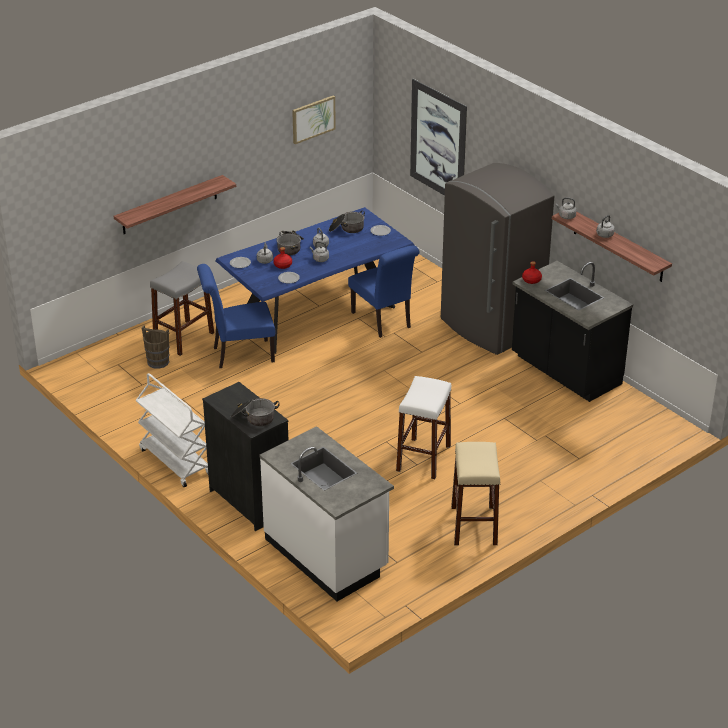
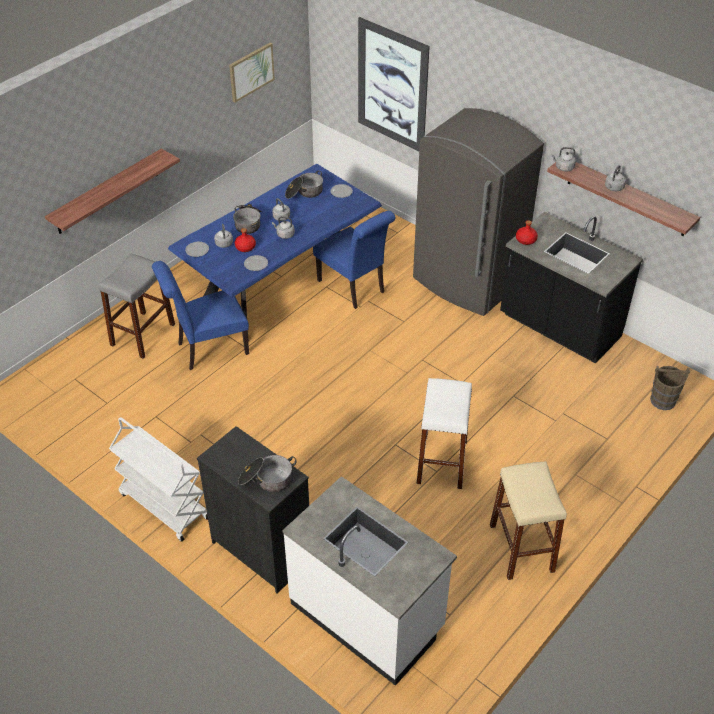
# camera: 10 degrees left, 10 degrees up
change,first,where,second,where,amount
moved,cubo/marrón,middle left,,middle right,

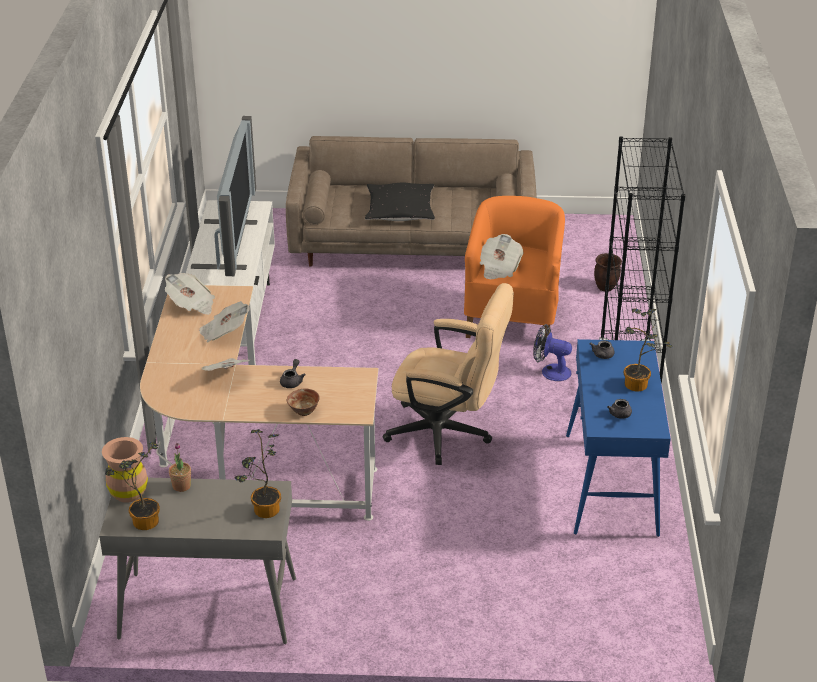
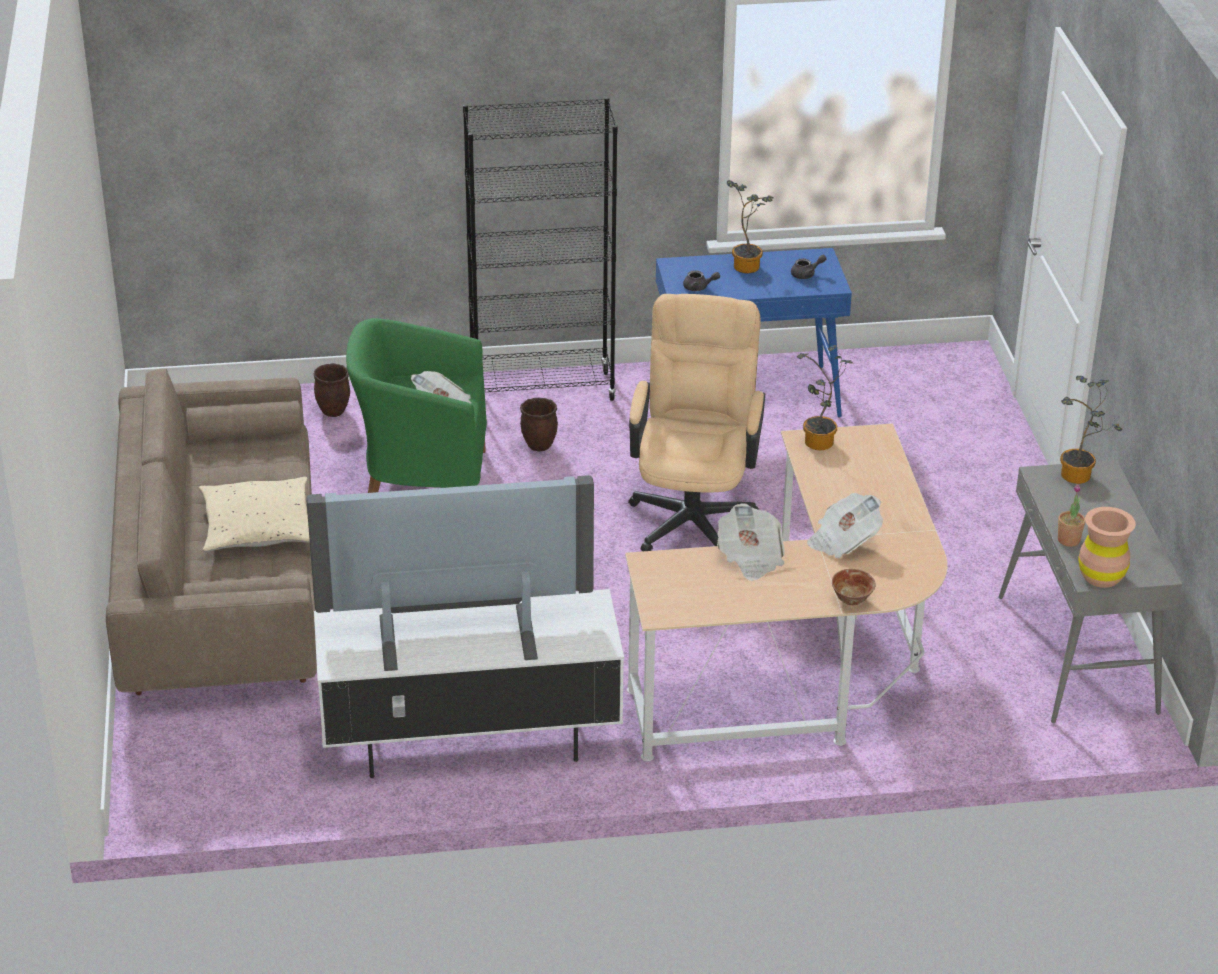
# camera: 100 degrees left, 0 degrees up
change,first,where,second,where,amount
recoloured,cojín/negro,top centre,cojín/beis,middle left,
recoloured,sillón/naranja,centre,sillón/verde,centre,
removed,periódico (1st from left),middle left,,,
replaced,ventilador,middle right,maceta/marrón (2nd from left),centre,
removed,tetera/gris (1st from left),centre,,,
moved,cuenco,centre,,middle right,
moved,planta en maceta (1st from left in the first image),bottom left,planta en maceta (2nd from left),middle right,

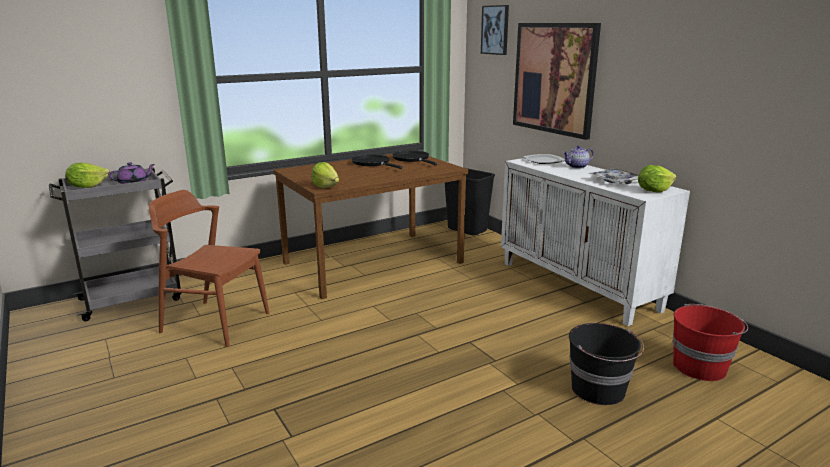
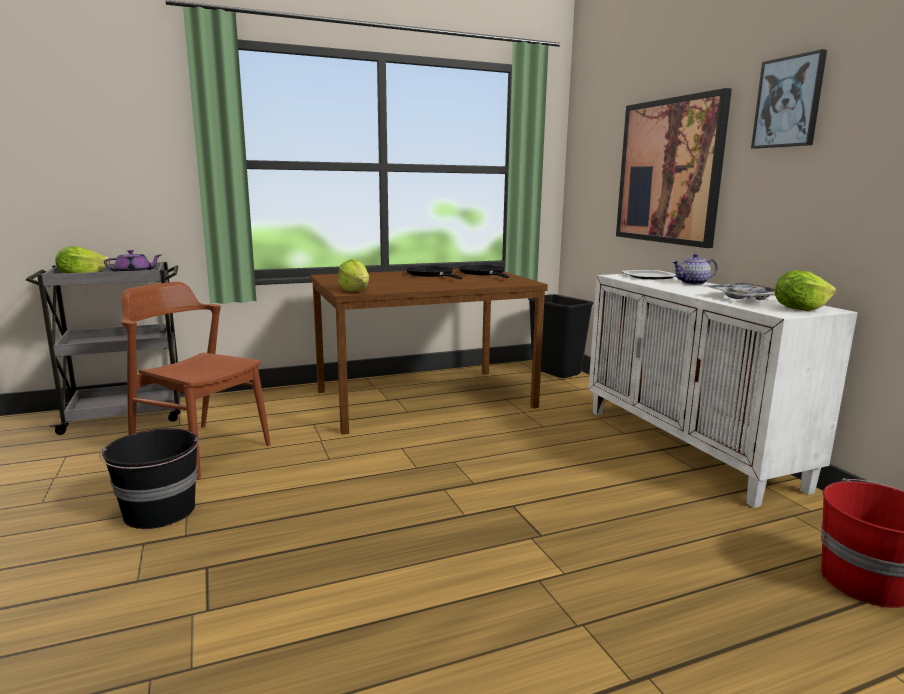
# camera: 10 degrees right, 5 degrees down
change,first,where,second,where,amount
moved,cuadro (1st from left in the first image),top centre,cuadro (2nd from left),top right,
moved,cubo/negro,bottom right,,bottom left,

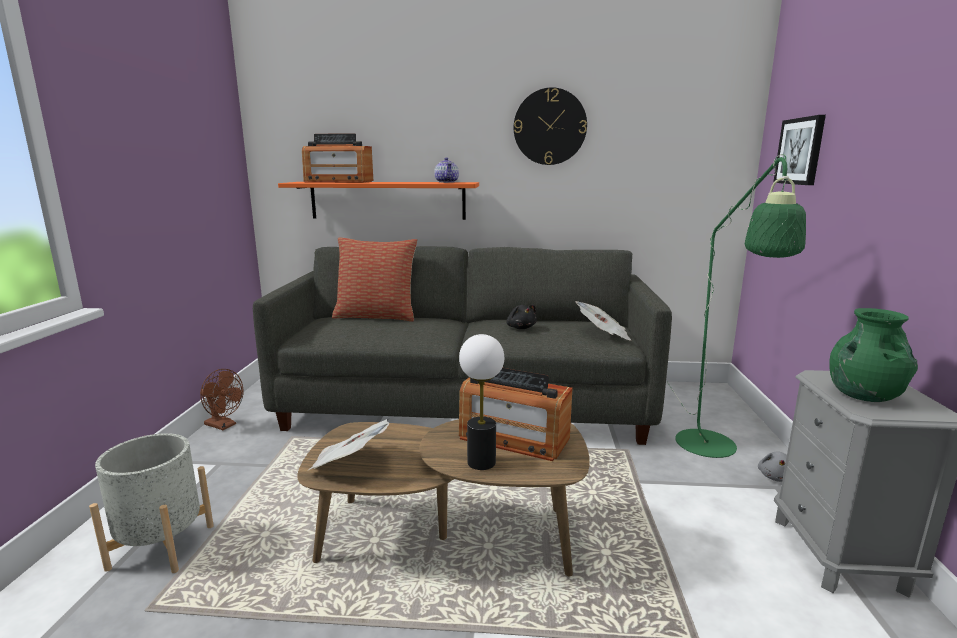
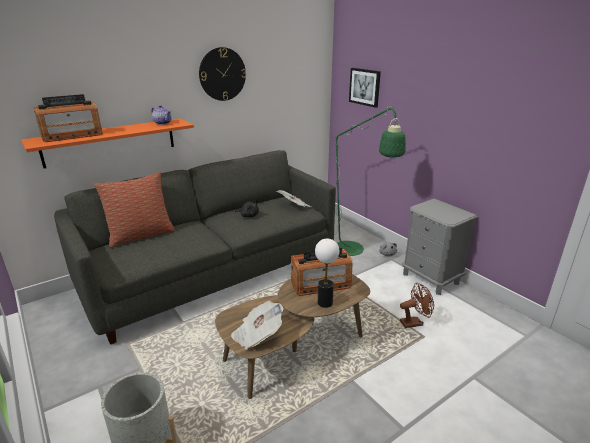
# camera: 40 degrees left, 10 degrees up
change,first,where,second,where,amount
removed,florero/verde,middle right,,,
moved,ventilador/marrón,middle left,,bottom right,

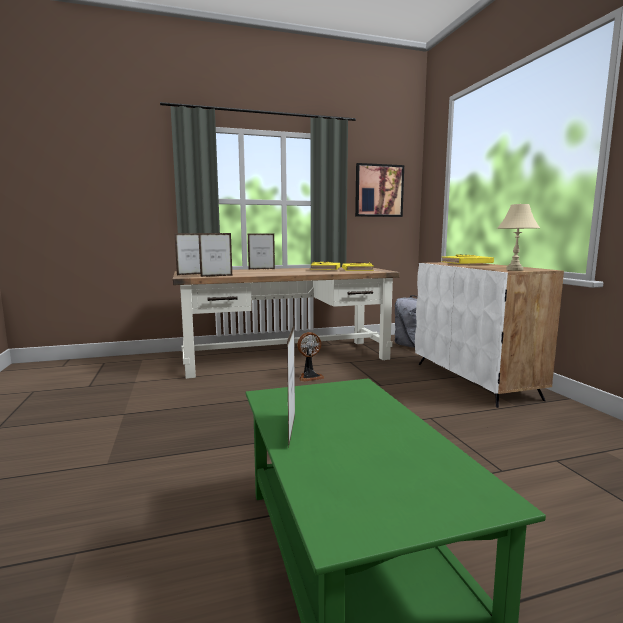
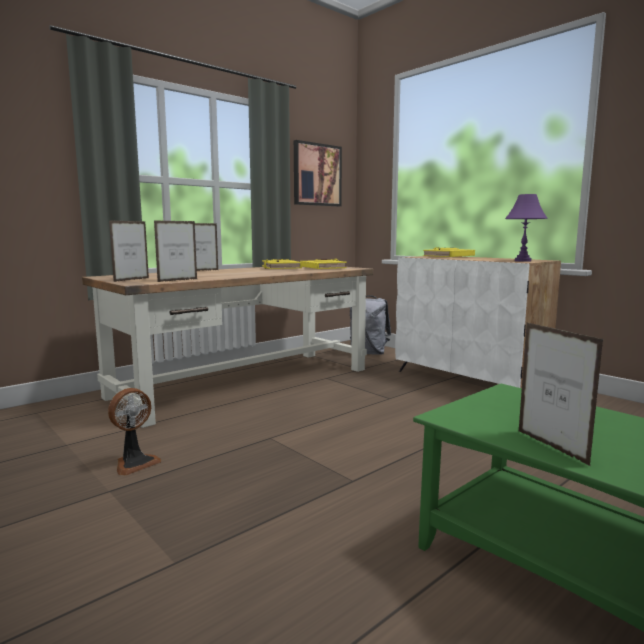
# camera: 25 degrees left, 0 degrees up
change,first,where,second,where,amount
recoloured,lámpara de mesa/beis,middle right,lámpara de mesa/morado,middle right,
moved,ventilador,centre,,bottom left,

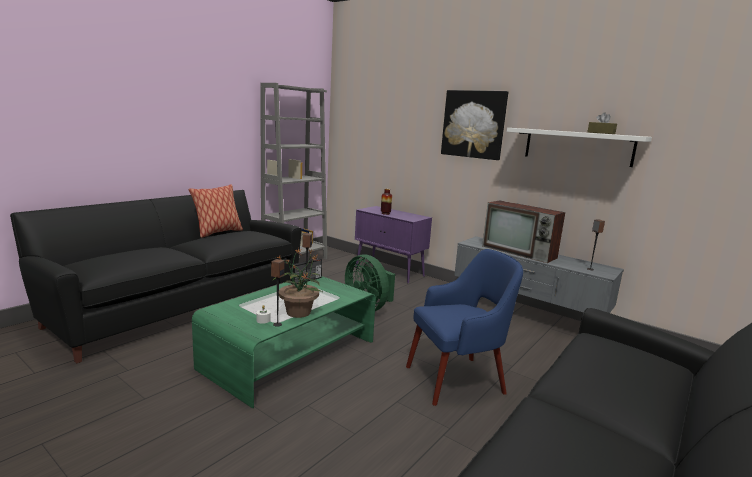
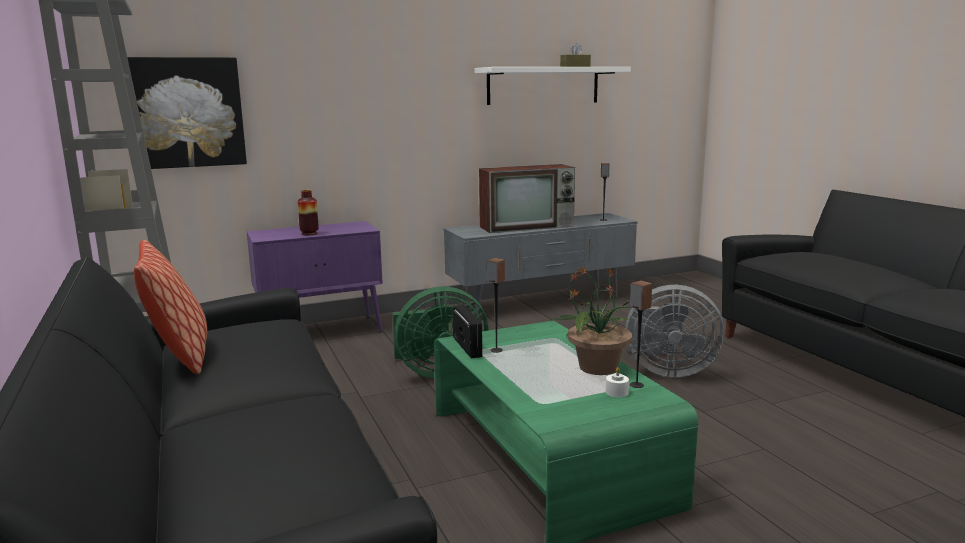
# camera: 60 degrees left, 0 degrees up
change,first,where,second,where,amount
moved,cuadro,top centre,,top left,
replaced,sillón/azul,bottom centre,ventilador/gris,middle right,

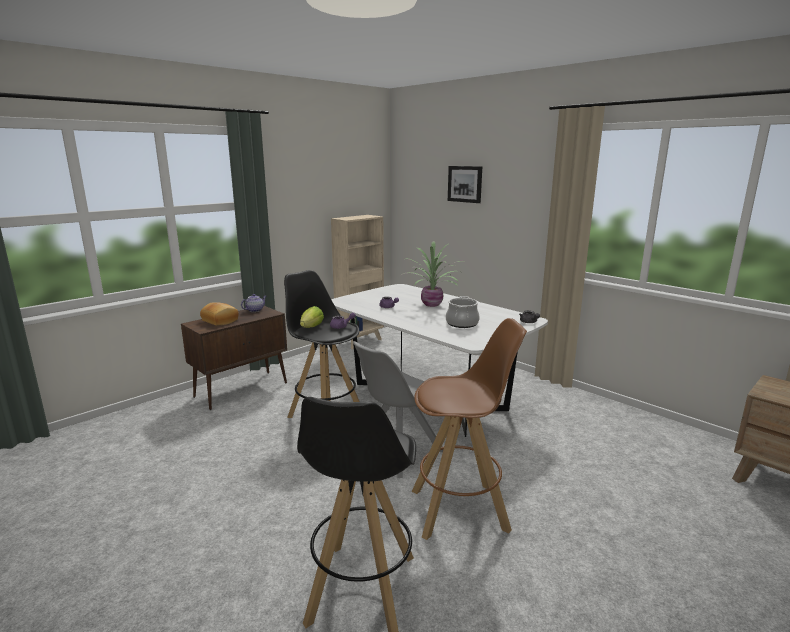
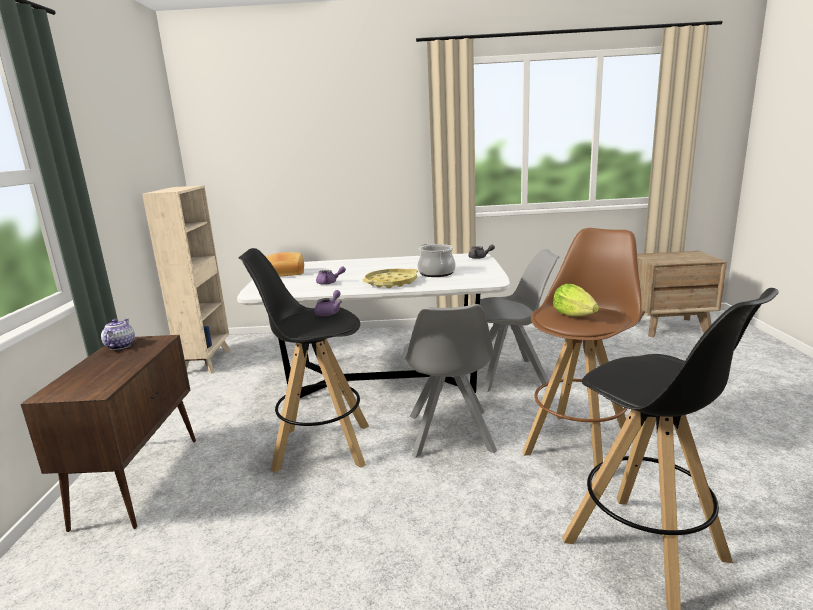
# camera: 45 degrees left, 0 degrees up
change,first,where,second,where,amount
removed,cuadro,top centre,,,
removed,planta en maceta,centre,,,
moved,pan,middle left,,centre,
moved,lechuga,centre,,middle right,
added,,,silla/gris (2nd from left),centre,
added,,,bandeja/amarillo,centre,

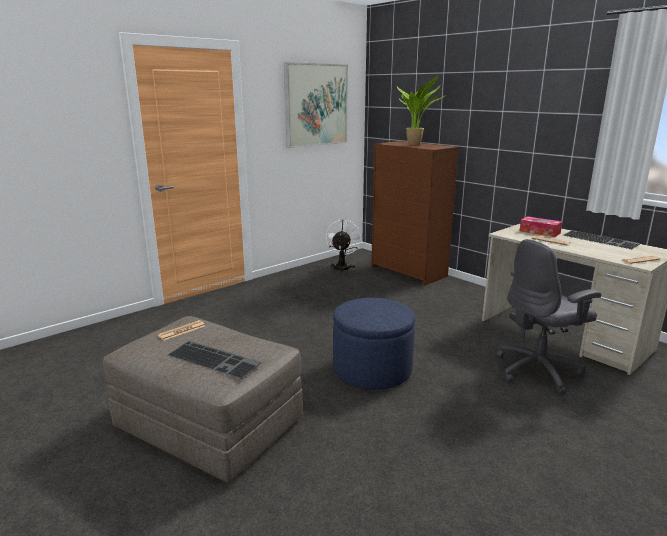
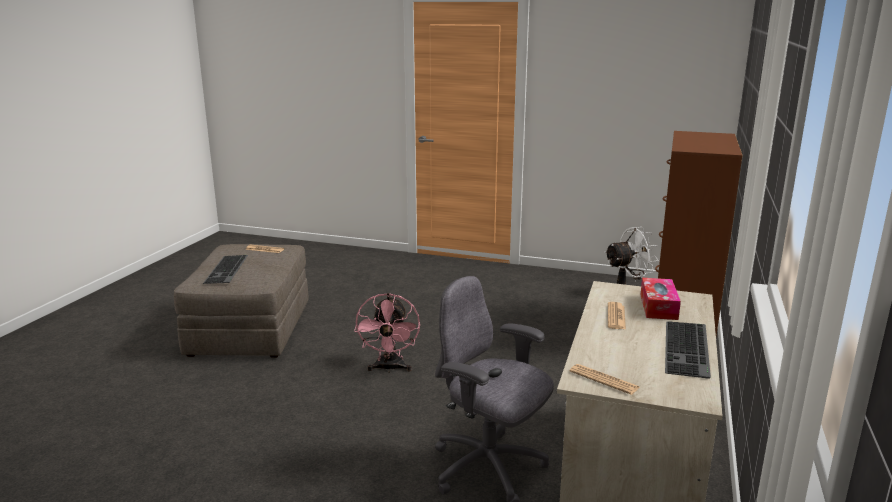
# camera: 60 degrees right, 0 degrees up
change,first,where,second,where,amount
removed,cuadro,top centre,,,
removed,planta en maceta,top centre,,,
replaced,puf/azul,centre,ventilador/rosa,centre,

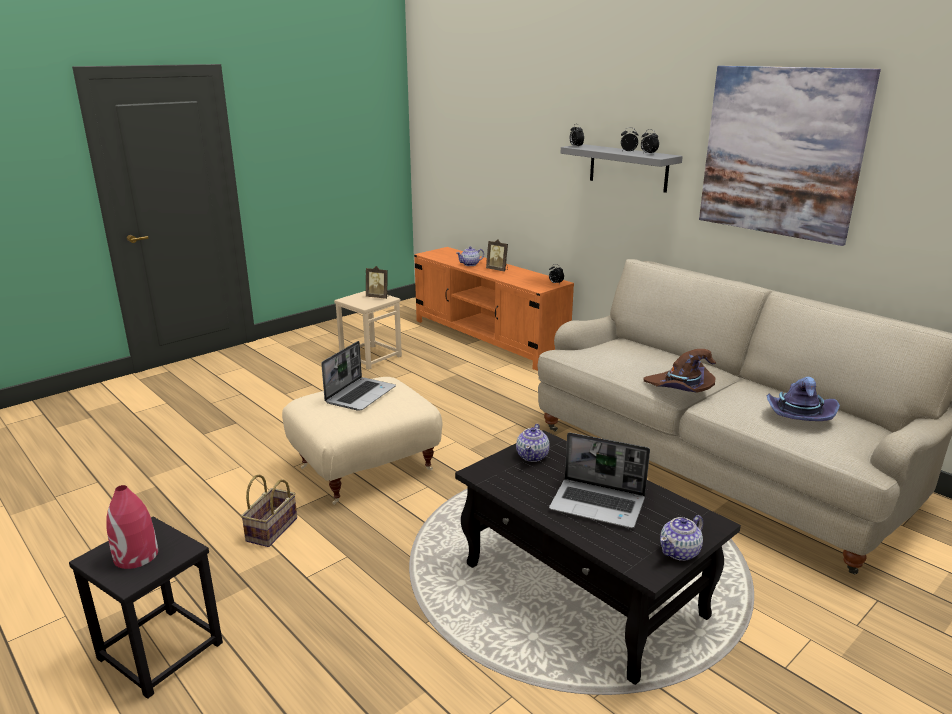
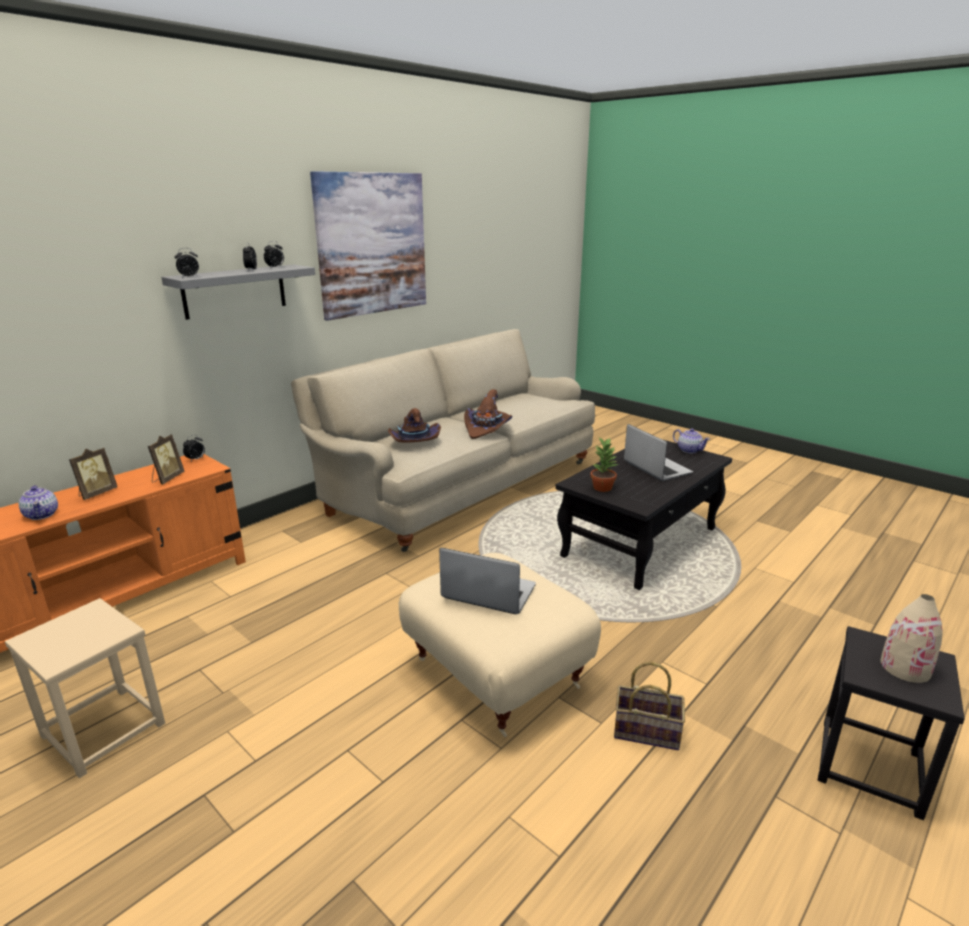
# camera: 95 degrees left, 0 degrees up
change,first,where,second,where,amount
moved,portarretratos (1st from left in the first image),centre,portarretratos (2nd from left),middle left,
removed,sombrero/morado,middle right,,,
replaced,tetera (2nd from left),centre,planta en maceta,centre,
turned,portátil (2nd from left),bottom centre,,middle right,45 degrees counterclockwise
recoloured,florero/rojo,bottom left,florero/beis,bottom right,
added,,,sombrero/marrón (1st from left),centre,

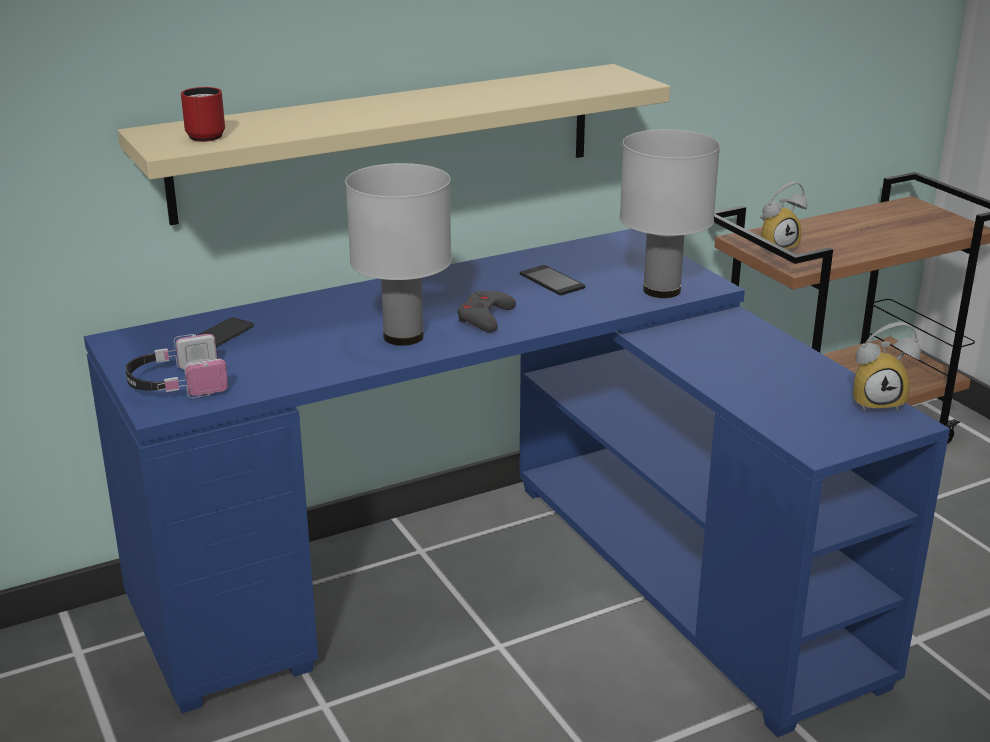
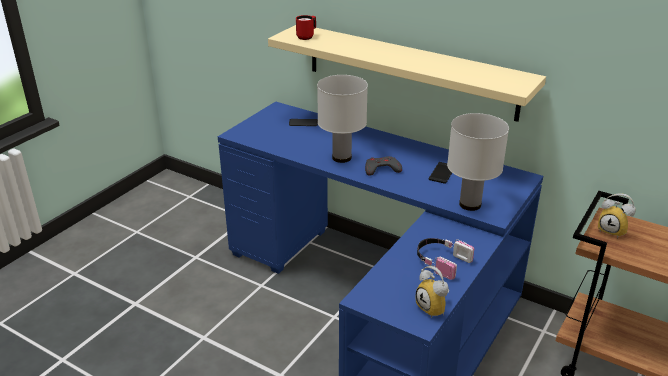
# camera: 60 degrees right, 5 degrees up
change,first,where,second,where,amount
moved,auriculares,middle left,,bottom centre,

